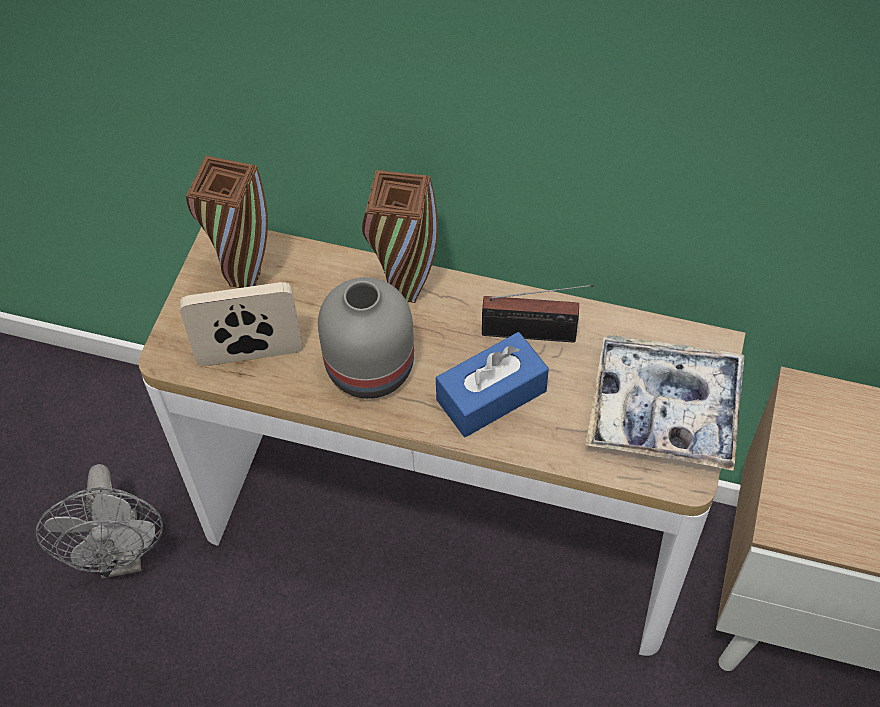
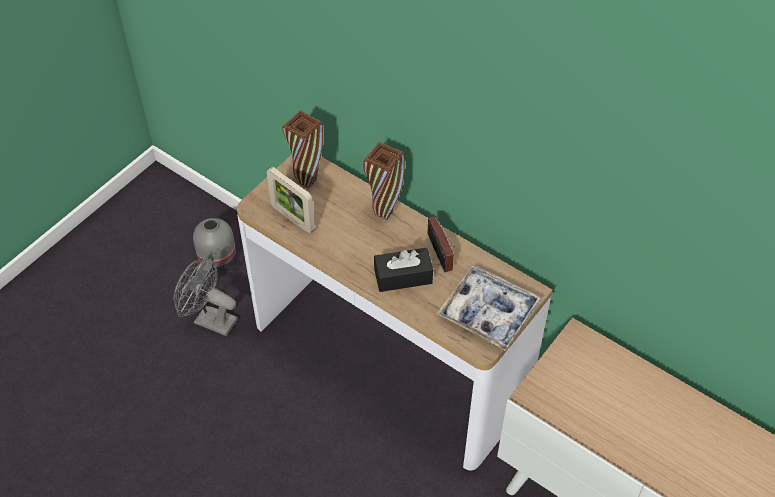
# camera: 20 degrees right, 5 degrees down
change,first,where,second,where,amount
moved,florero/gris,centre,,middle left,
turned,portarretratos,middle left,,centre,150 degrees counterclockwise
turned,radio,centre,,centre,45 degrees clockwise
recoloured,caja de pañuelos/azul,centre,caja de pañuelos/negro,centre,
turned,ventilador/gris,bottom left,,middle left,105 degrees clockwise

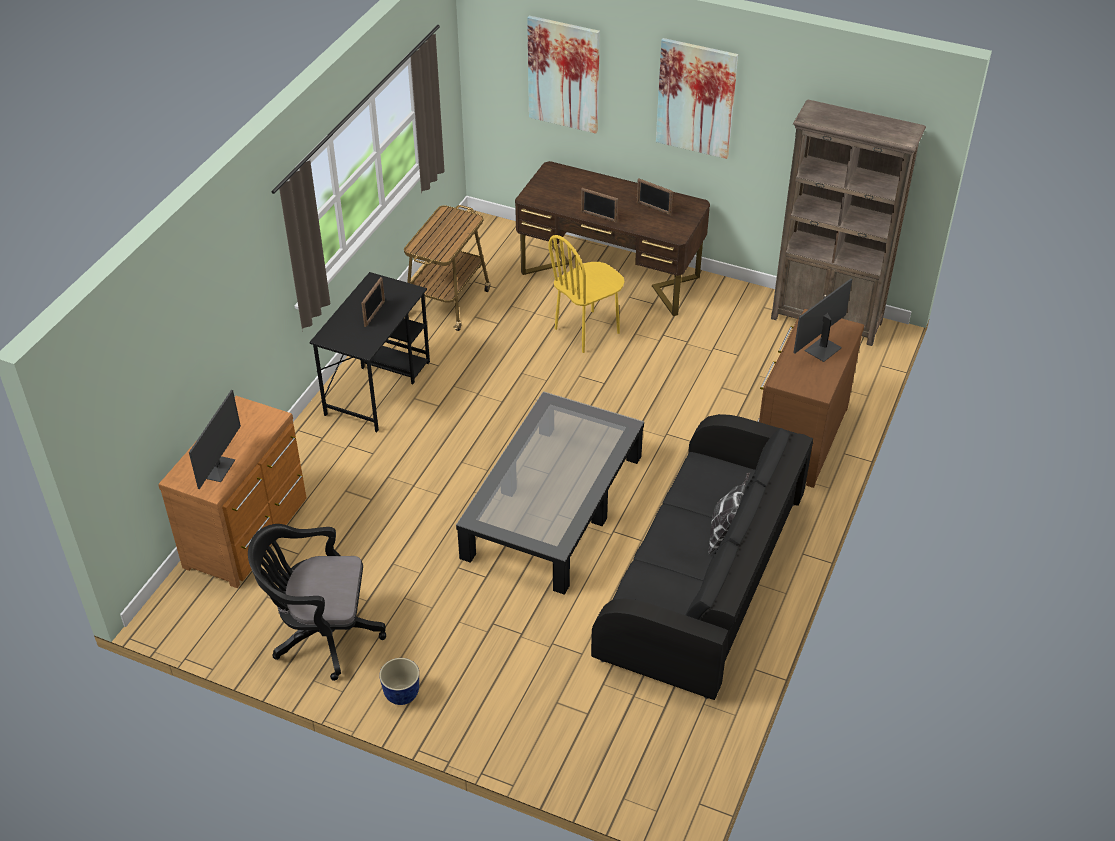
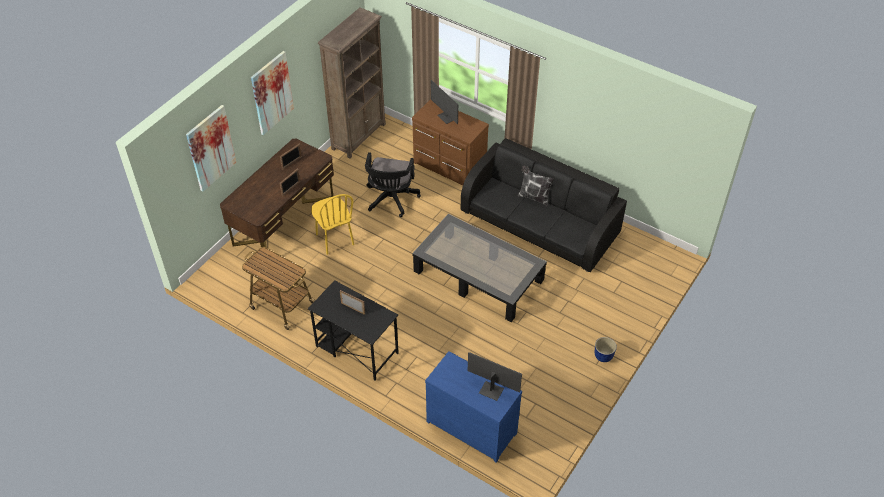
# camera: 80 degrees left, 5 degrees up
change,first,where,second,where,amount
recoloured,cómoda/marrón (1st from left),middle left,cómoda/azul,bottom centre,
moved,silla de oficina/negro,bottom left,,centre,

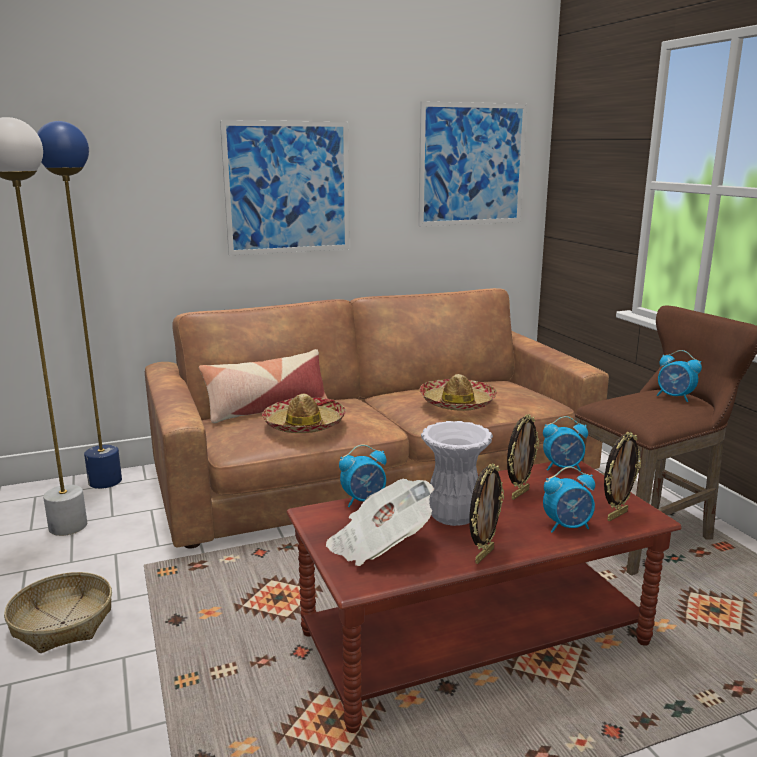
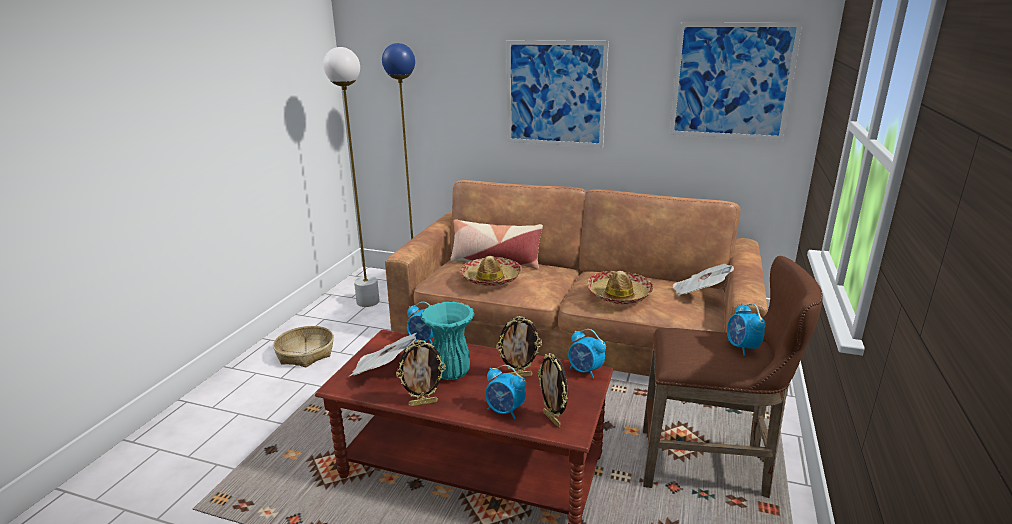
# camera: 40 degrees right, 5 degrees up
change,first,where,second,where,amount
recoloured,florero/blanco,centre,florero/turquesa,centre,
turned,portarretratos (3rd from left),middle right,,bottom centre,60 degrees clockwise
added,,,periódico (2nd from left),middle right,

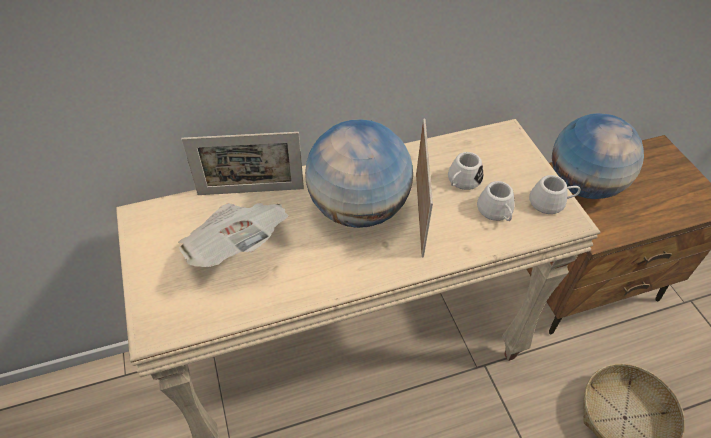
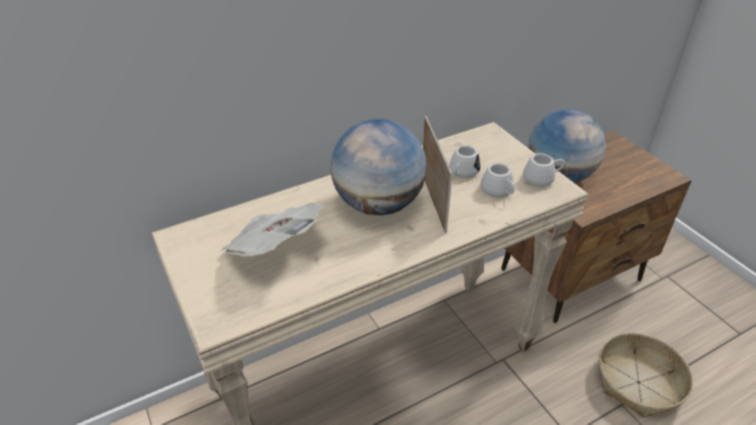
# camera: 10 degrees left, 10 degrees down
change,first,where,second,where,amount
removed,portarretratos (1st from left),centre,,,

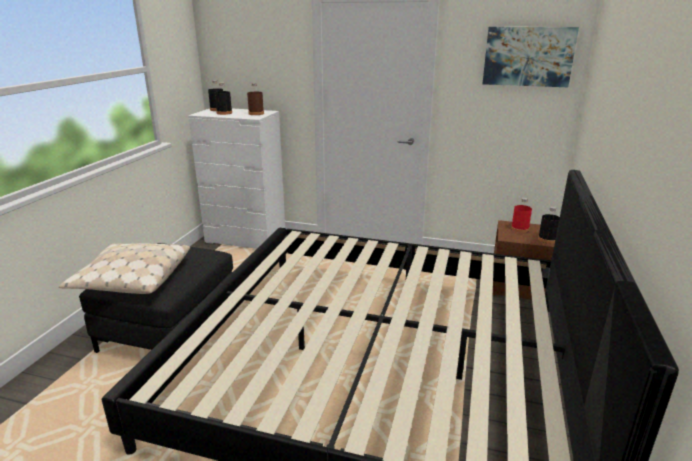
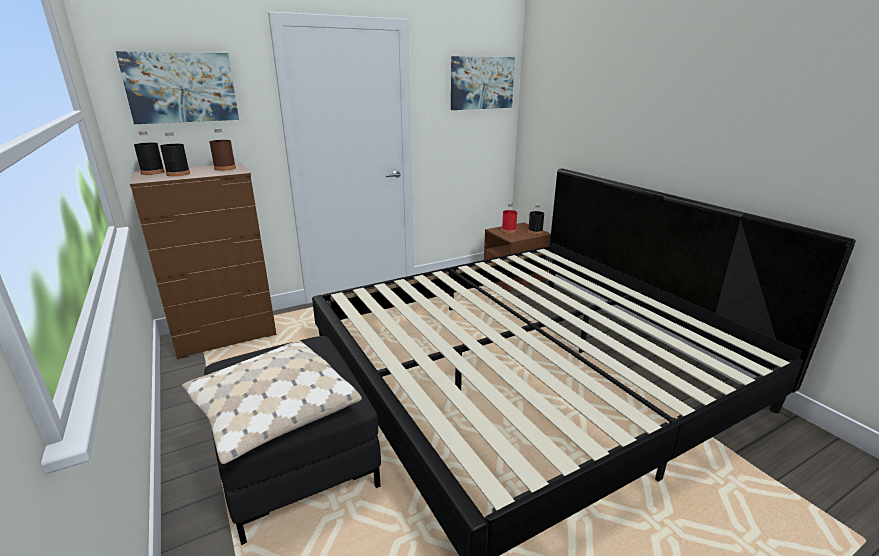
# camera: 45 degrees left, 0 degrees up
change,first,where,second,where,amount
recoloured,cómoda/blanco,centre,cómoda/marrón,middle left,
added,,,cuadro (1st from left),top left,

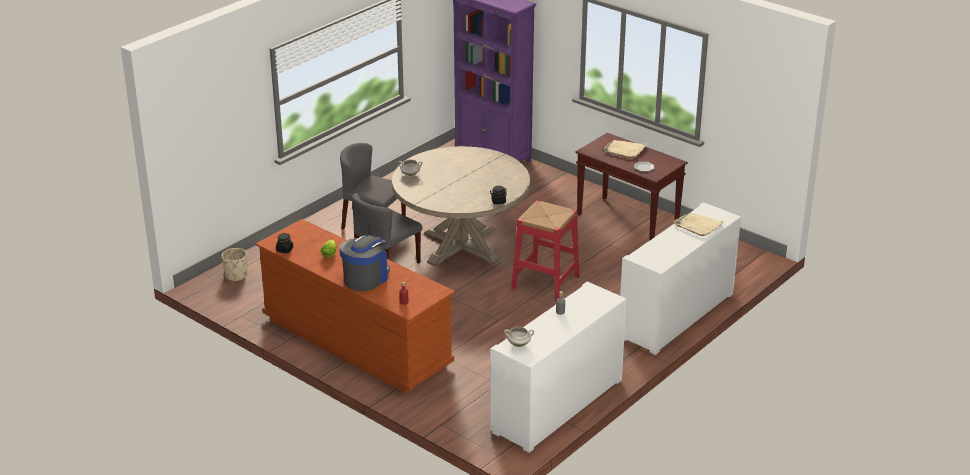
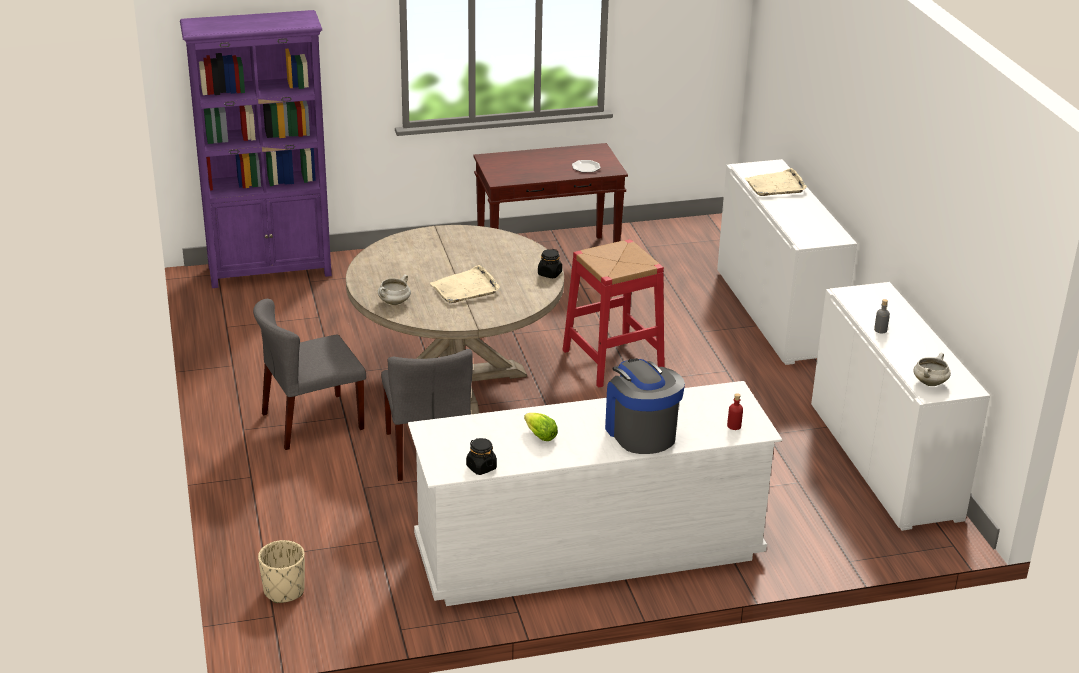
# camera: 55 degrees left, 0 degrees up
change,first,where,second,where,amount
moved,bandeja/beis (1st from left),top centre,,centre,
recoloured,cómoda/marrón,centre,cómoda/blanco,bottom centre,

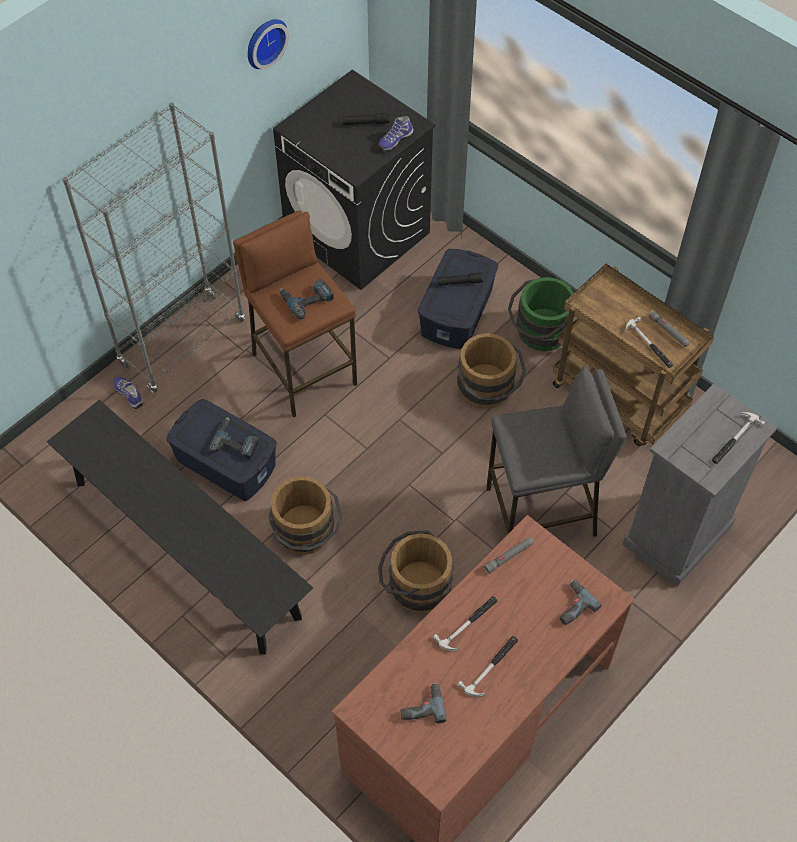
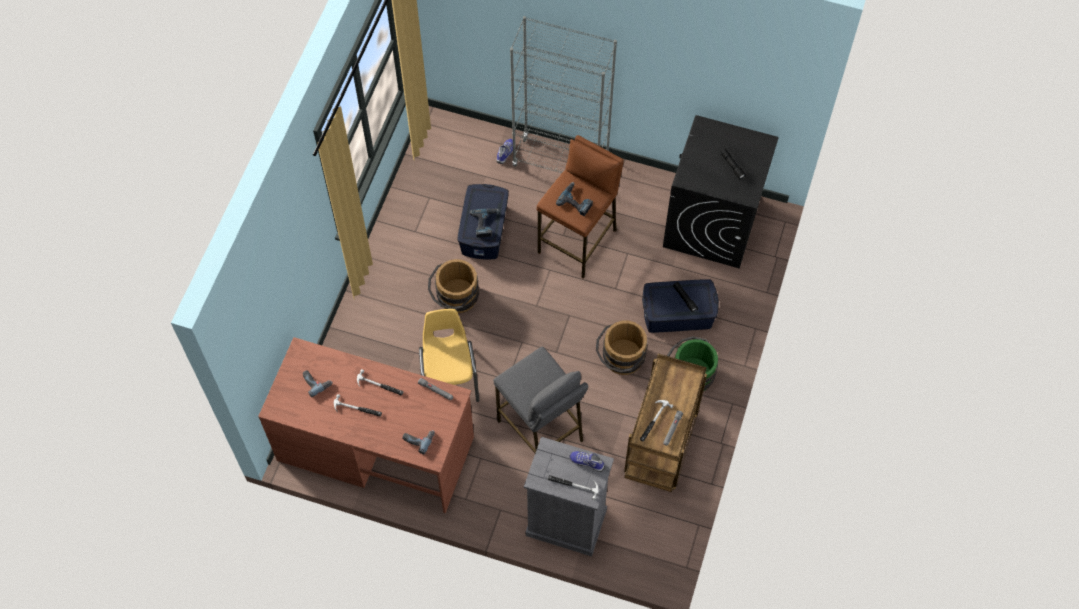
# camera: 65 degrees right, 5 degrees up
change,first,where,second,where,amount
removed,reloj de pared,top centre,,,
moved,zapato (2nd from left),top centre,,bottom centre,
removed,banco/negro,middle left,,,
replaced,cubo/marrón (2nd from left),bottom centre,silla/amarillo,centre,

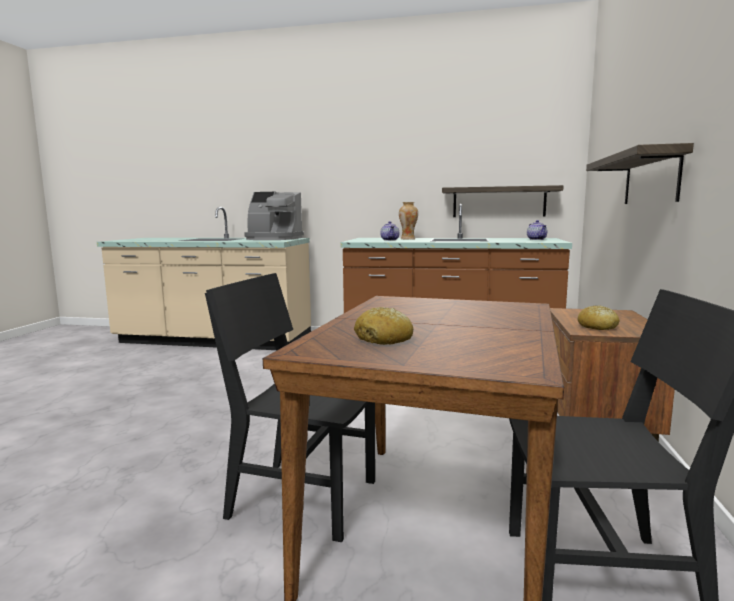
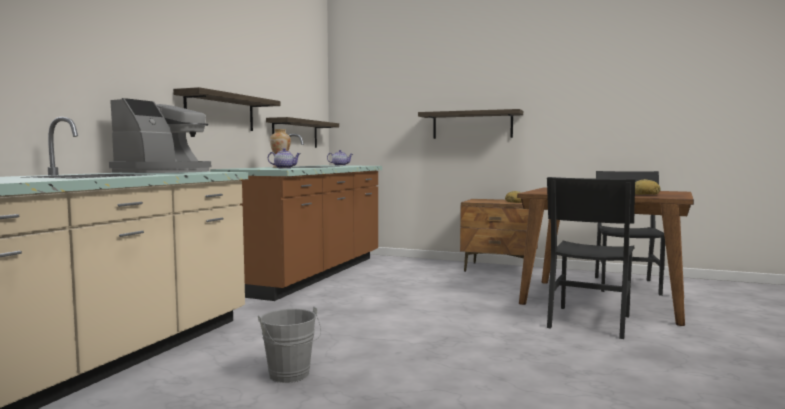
# camera: 80 degrees left, 5 degrees down
change,first,where,second,where,amount
added,,,estante (1st from left),top left,
added,,,cubo/gris,bottom centre,

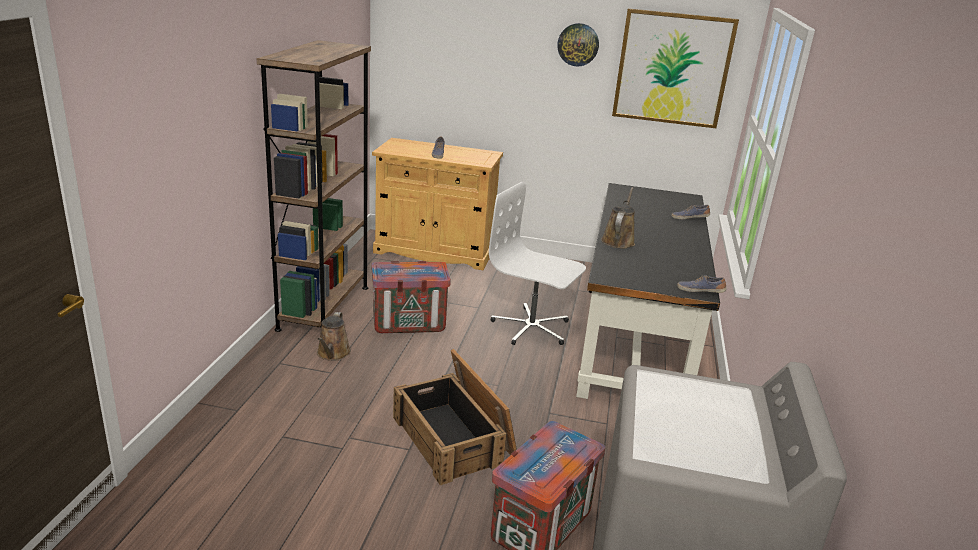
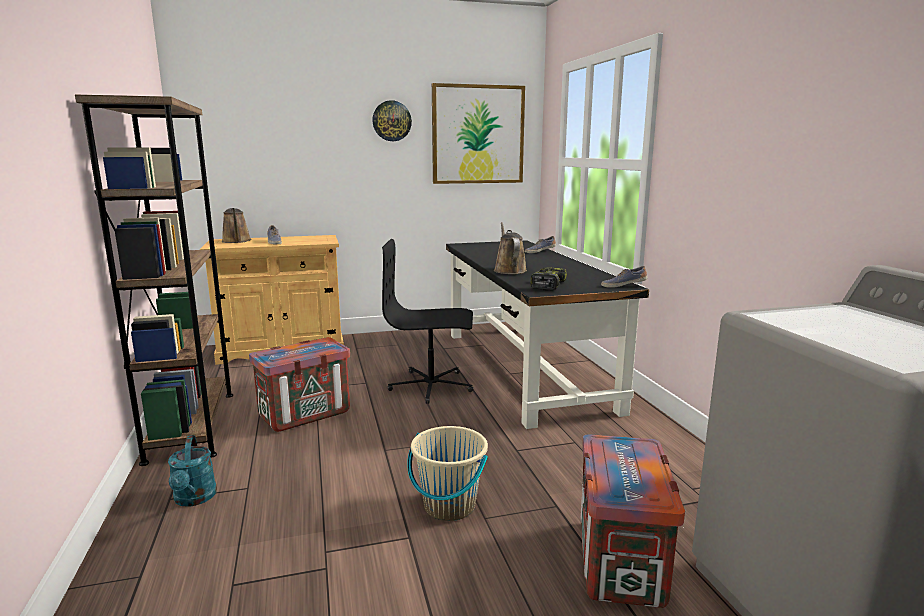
# camera: 25 degrees left, 10 degrees down
change,first,where,second,where,amount
recoloured,silla de oficina/blanco,centre,silla de oficina/negro,centre,
moved,regadera/marrón (1st from left),centre,,middle left,
replaced,caja de embalaje (2nd from left),bottom centre,cubo/beis,bottom centre,
added,,,taladro,centre,
added,,,regadera/turquesa,bottom left,

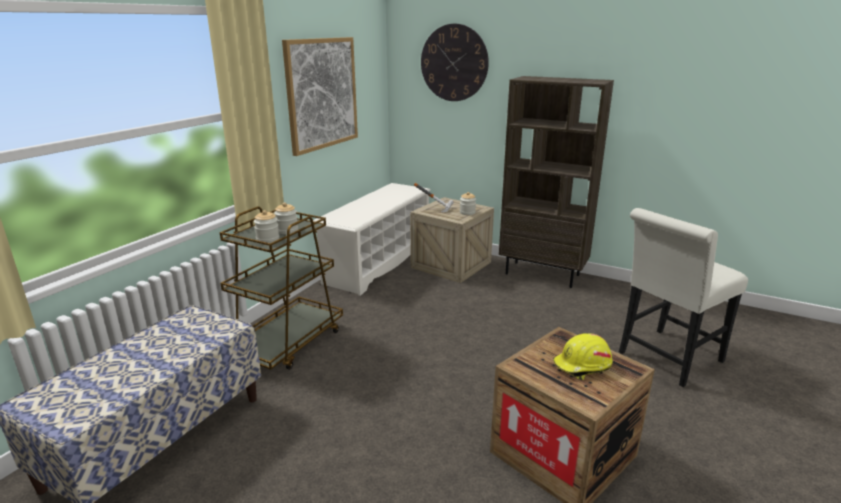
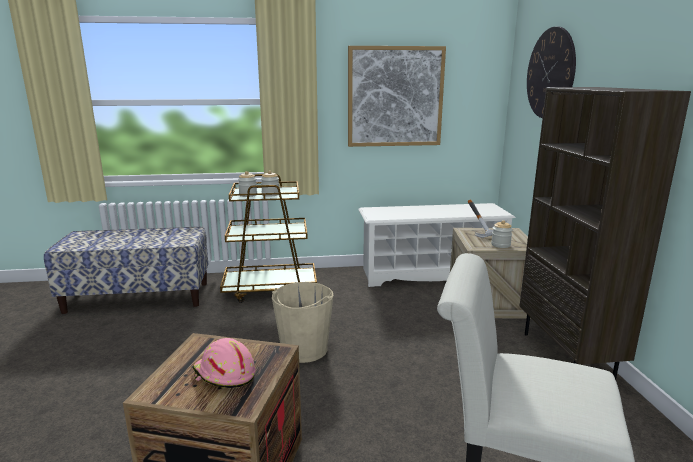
# camera: 55 degrees right, 5 degrees down
change,first,where,second,where,amount
recoloured,casco/amarillo,bottom right,casco/rosa,bottom left,
added,,,cubo/beis,bottom centre,

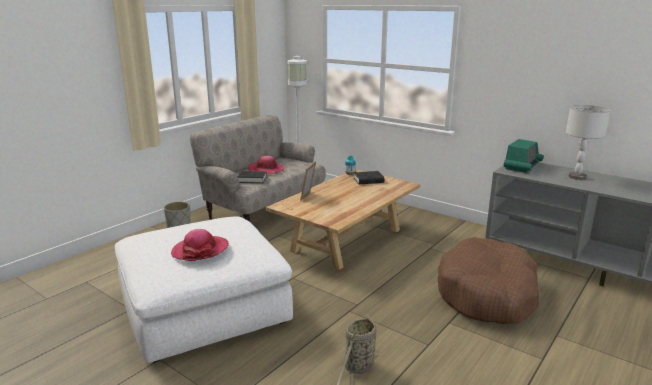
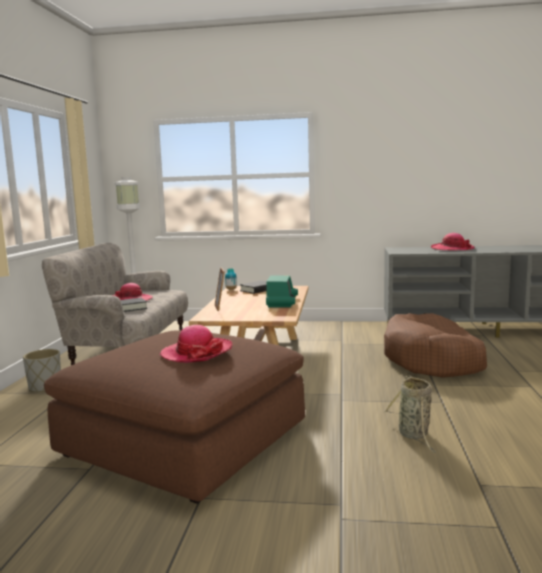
# camera: 30 degrees left, 10 degrees down
change,first,where,second,where,amount
replaced,lámpara de mesa/gris,middle right,sombrero (3rd from left),middle right,
moved,radio,middle right,,centre,
recoloured,puf/blanco,bottom left,puf/marrón,bottom left,

